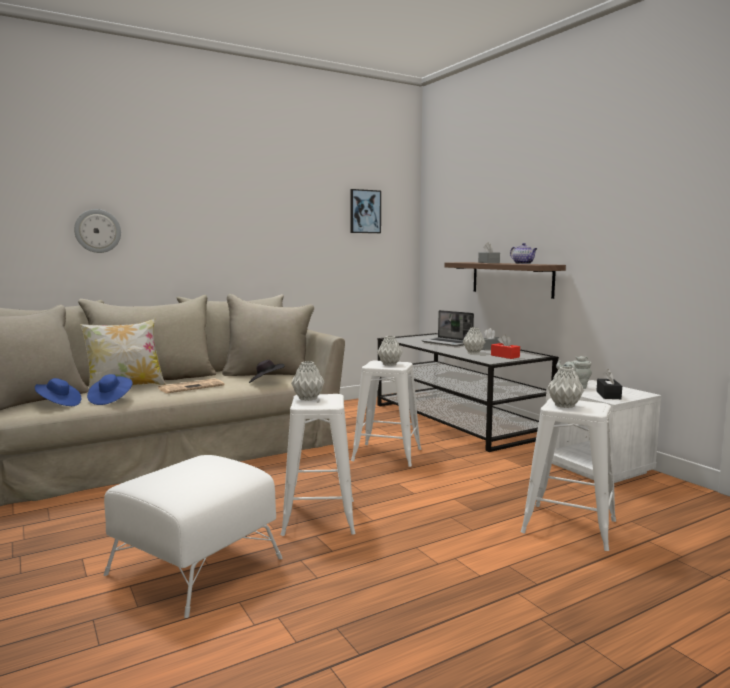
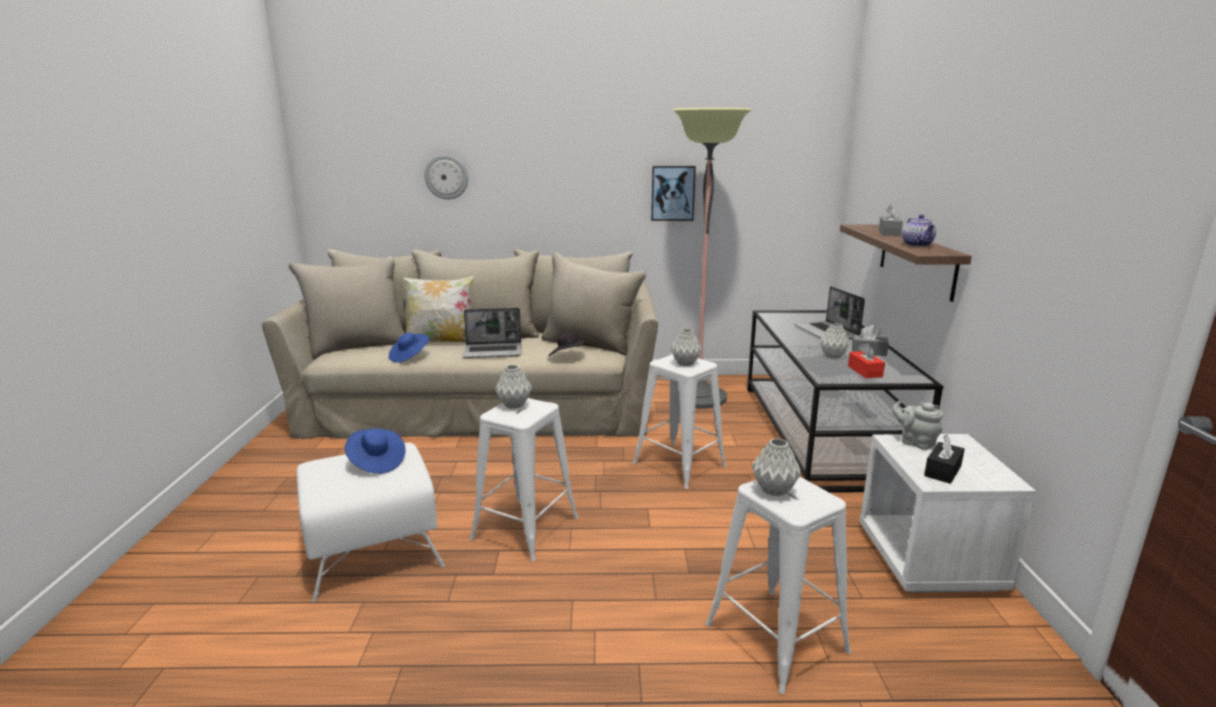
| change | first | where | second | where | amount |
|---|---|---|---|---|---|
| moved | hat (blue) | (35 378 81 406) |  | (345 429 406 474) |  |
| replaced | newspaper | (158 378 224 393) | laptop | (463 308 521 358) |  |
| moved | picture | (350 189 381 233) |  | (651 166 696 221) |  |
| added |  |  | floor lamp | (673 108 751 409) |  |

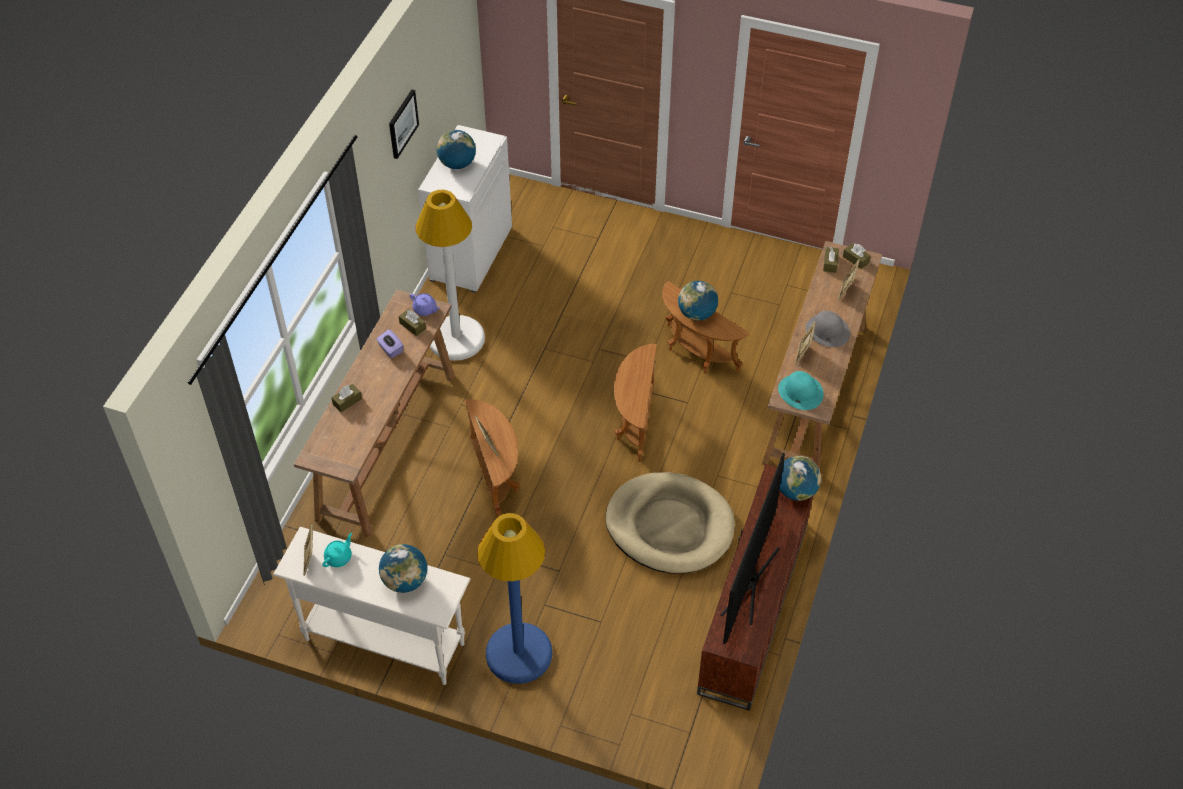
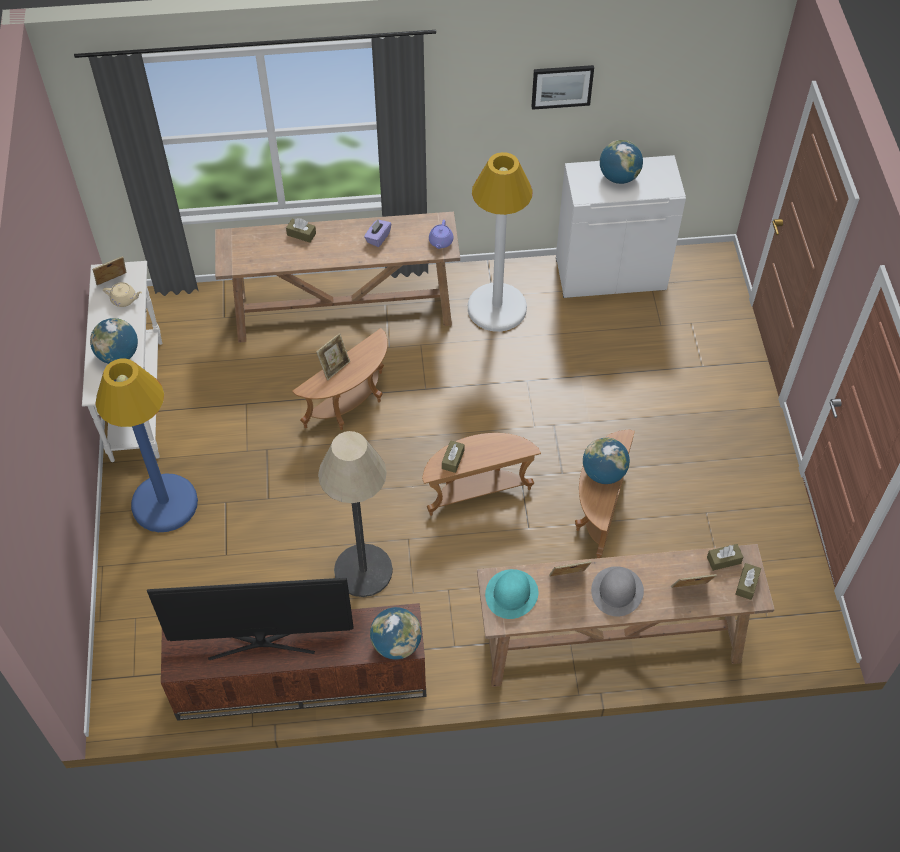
| change | first | where | second | where | amount |
|---|---|---|---|---|---|
| recoloured | teapot (turquoise) | (322 533 352 567) | teapot (beige) | (103 282 142 307) |  |
| replaced | dog bed (beige) | (605 472 735 574) | floor lamp | (318 431 393 597) |  |
| moved | tissue box (brown) | (399 309 426 336) |  | (442 440 464 473) |  |

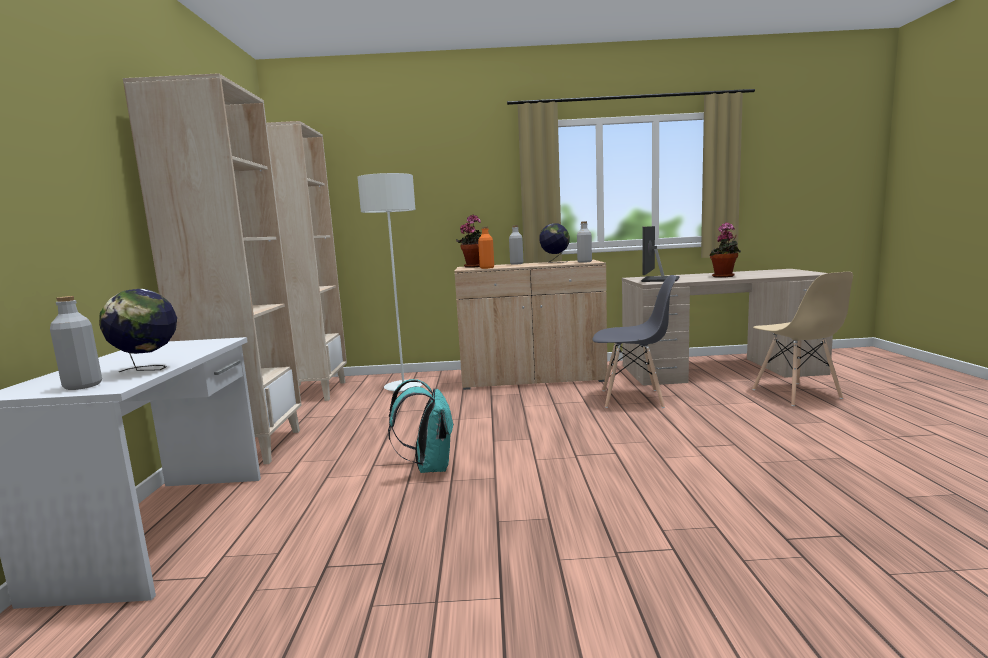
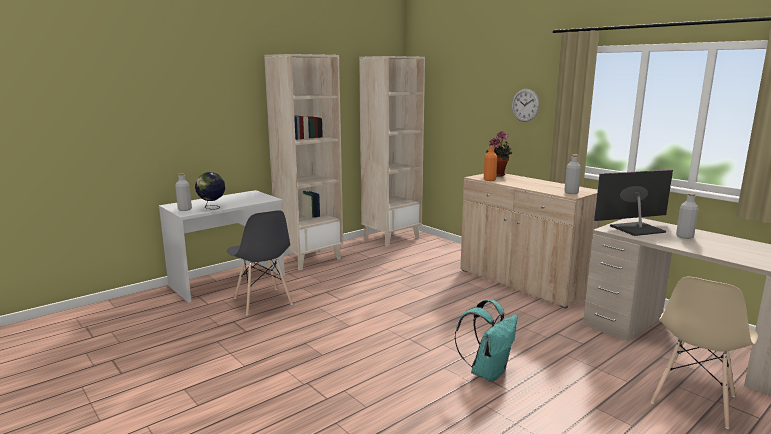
| change | first | where | second | where | amount |
|---|---|---|---|---|---|
| moved | chair (grey) | (592 275 676 408) |  | (227 210 293 315) |  |
| moved | backpack (turquoise) | (388 379 454 473) |  | (455 299 517 382) |  |
| added |  |  | wall clock | (512 89 540 122) |  |
| moved | bottle (grey) | (509 225 523 265) |  | (676 193 698 239) |  |
| removed | floor lamp (white) | (357 173 423 392) |  |  |  |
| removed | globe | (539 223 570 263) |  |  |  |
| removed | potted plant | (709 222 741 278) |  |  |  |

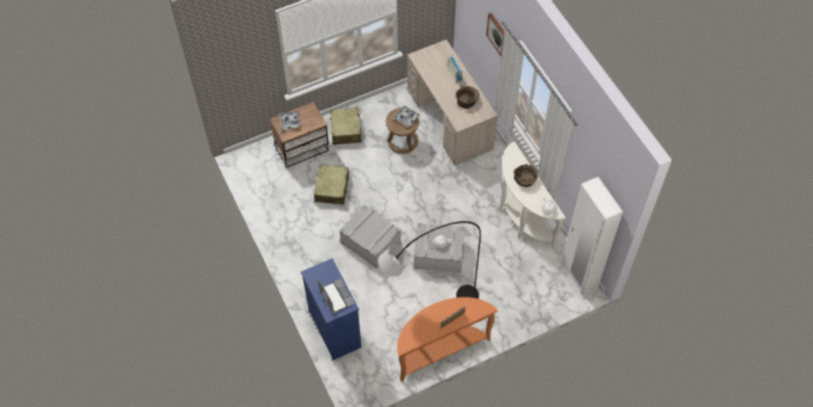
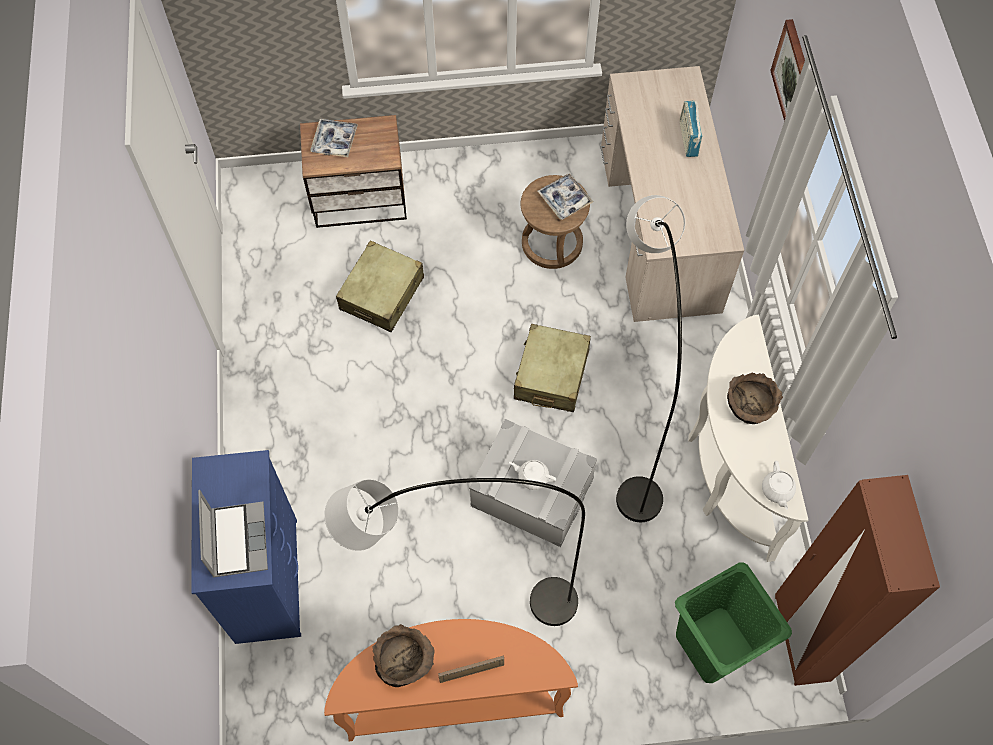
| change | first | where | second | where | amount |
|---|---|---|---|---|---|
| moved | bowl (brown) | (455 86 480 109) |  | (373 624 435 687) |  |
| moved | suitcase (beige) | (330 107 362 145) |  | (514 324 591 412) |  |
| added |  |  | floor lamp (grey) | (616 195 685 522) |  |
| added |  |  | laundry basket (green) | (675 562 792 683) |  |
| recoloured | wardrobe (white) | (561 177 623 295) | wardrobe (brown) | (775 475 940 686) |  |
| removed | storage box (grey) | (339 205 401 268) |  |  |  |

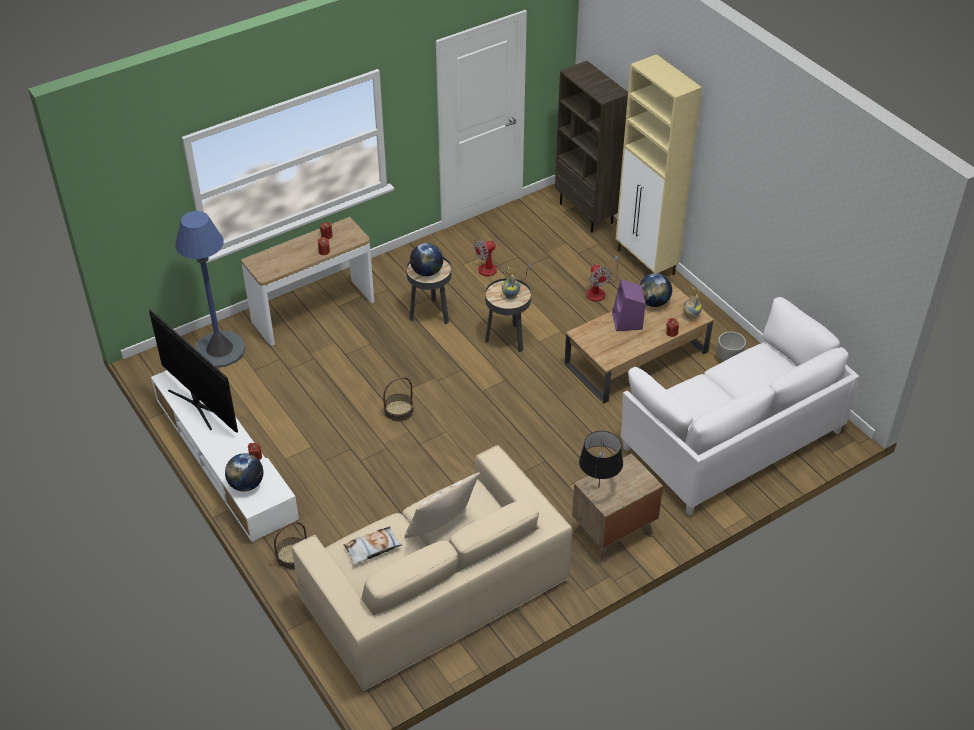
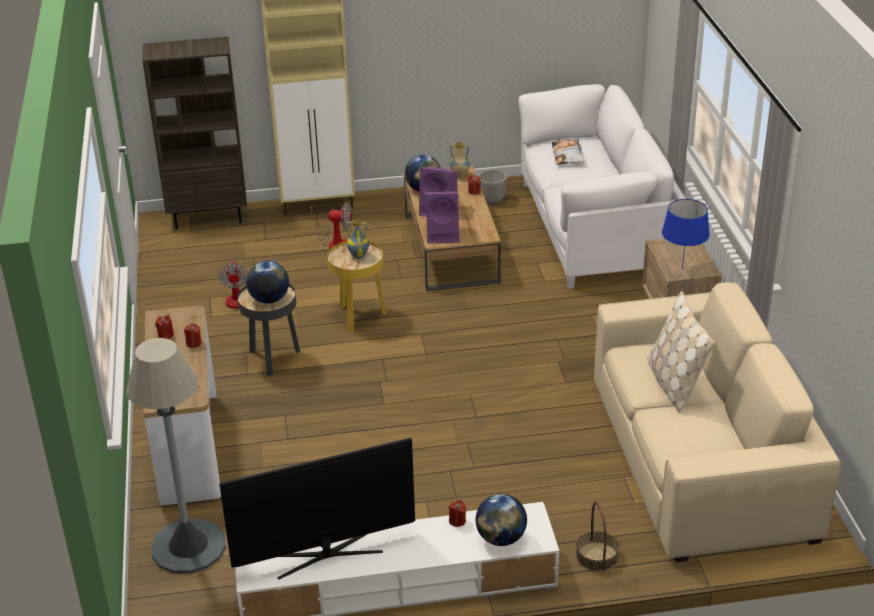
| change | first | where | second | where | amount |
|---|---|---|---|---|---|
| recoloured | floor lamp (blue) | (175 211 246 368) | floor lamp (grey) | (126 338 226 574) |  |
| recoloured | side table (black) | (485 278 531 352) | side table (yellow) | (327 241 386 332) |  |
| added |  |  | speaker (purple) | (426 191 459 243) |  |
| moved | pillow | (343 526 402 565) |  | (552 138 584 165) |  |
| recoloured | table lamp (black) | (579 431 623 484) | table lamp (blue) | (662 199 710 270) |  |
| removed | basket | (383 377 414 422) |  |  |  |

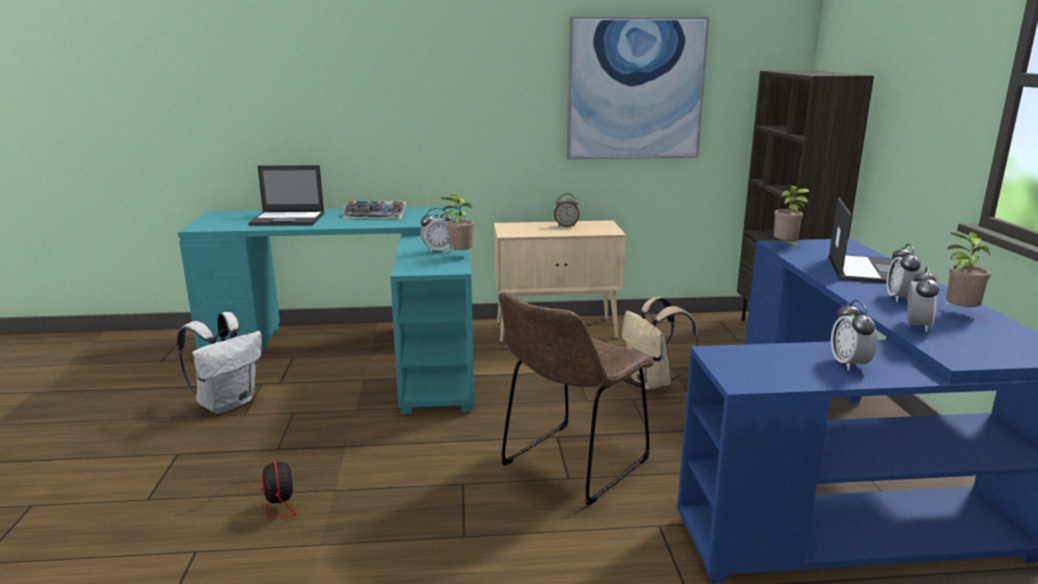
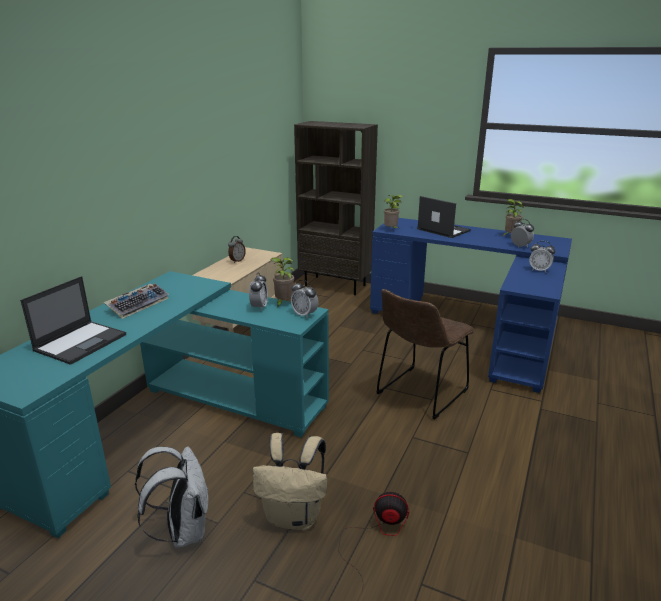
| change | first | where | second | where | amount |
|---|---|---|---|---|---|
| moved | backpack (beige) | (622 297 698 390) |  | (253 433 328 530) |  |
| moved | alarm clock | (886 244 923 302) |  | (291 280 319 319) |  |
| turned | chair (brown) | (498 292 654 506) |  | (376 289 475 419) | 60 degrees clockwise |
| removed | picture | (567 16 710 160) |  |  |  |

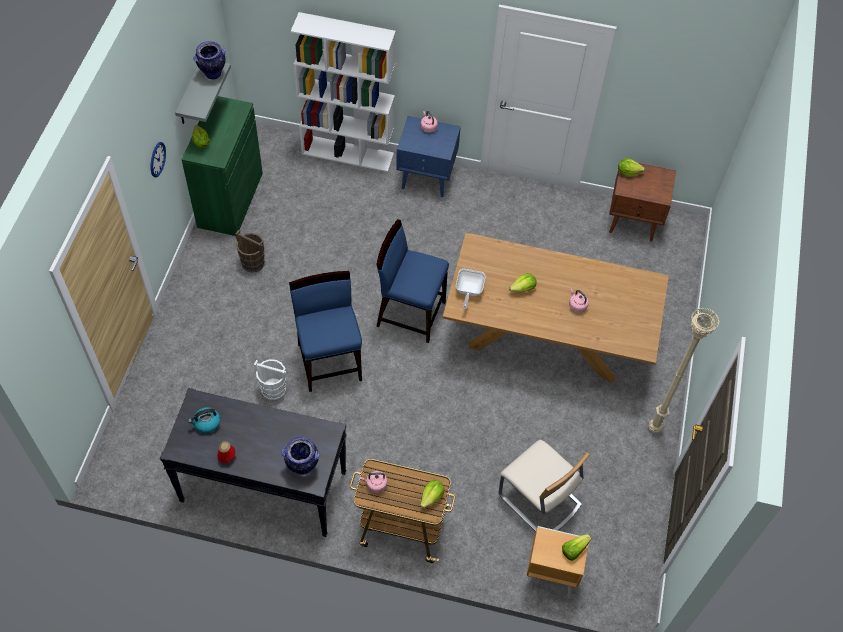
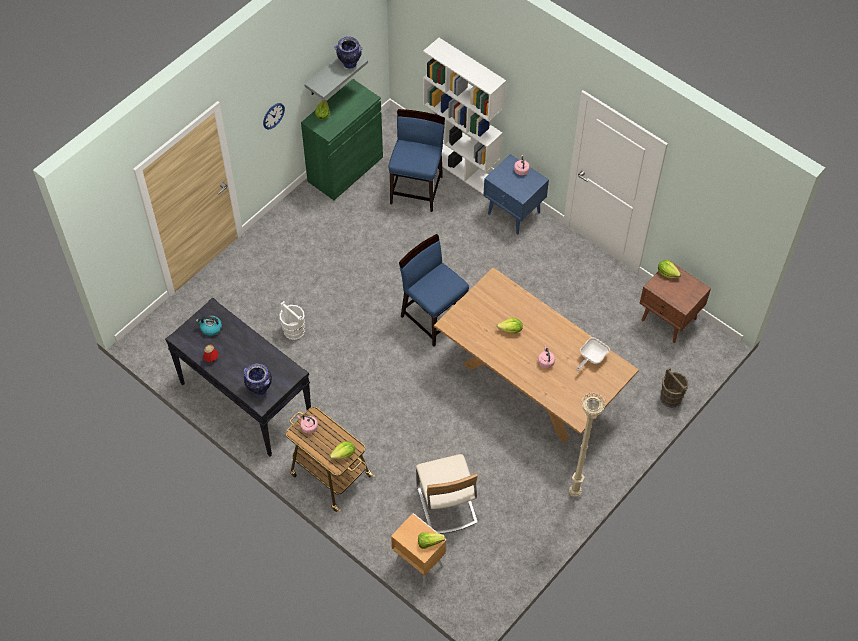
| change | first | where | second | where | amount |
|---|---|---|---|---|---|
| moved | chair (blue) | (289 271 362 392) |  | (388 109 445 212) |  |
| moved | frying pan | (456 269 485 310) |  | (576 337 610 371) |  |
| moved | bucket (brown) | (235 230 265 273) |  | (660 368 688 408) |  |

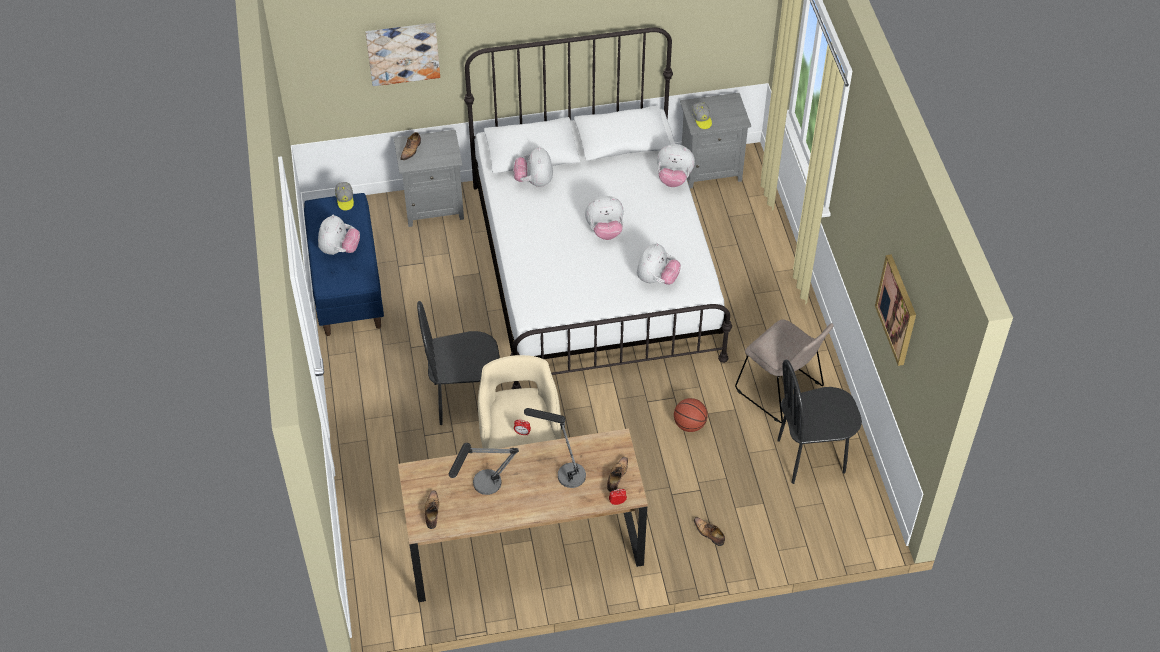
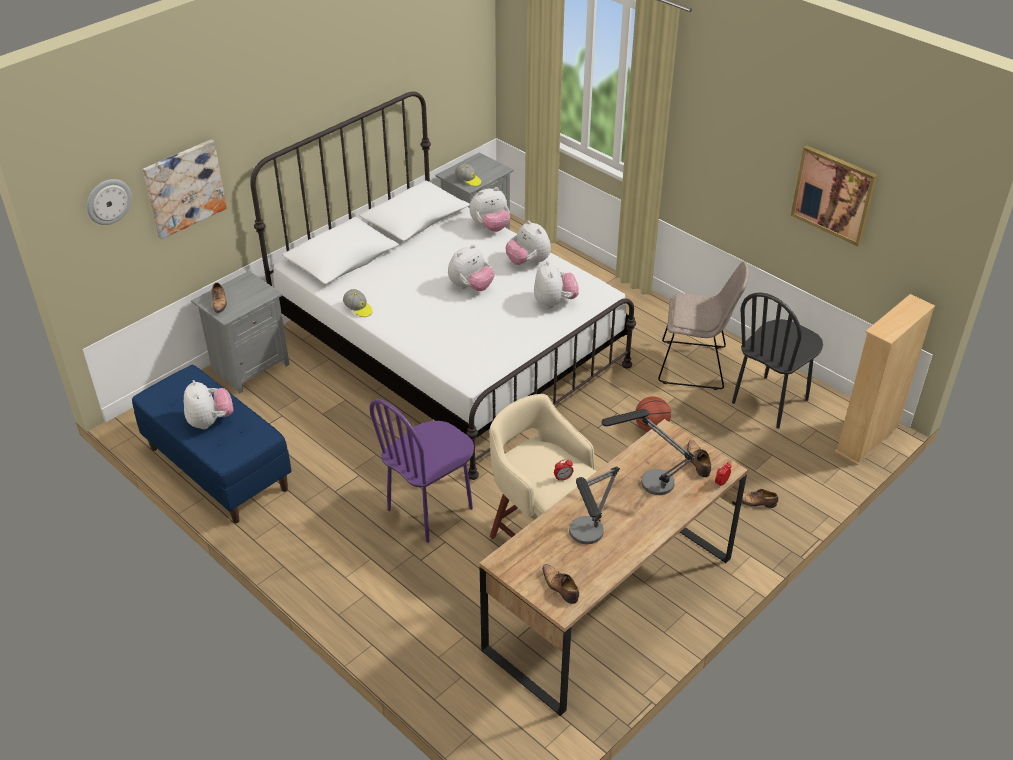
| change | first | where | second | where | amount |
|---|---|---|---|---|---|
| added |  |  | wall clock | (87 179 132 225) |  |
| moved | cap | (335 182 354 211) |  | (343 289 372 317) |  |
| recoloured | chair (black) | (417 301 500 425) | chair (purple) | (369 399 474 543) |  |
| moved | plush toy | (514 147 553 187) |  | (506 220 551 265) |  |
| added |  |  | bookcase (beige) | (835 294 935 465) |  |

